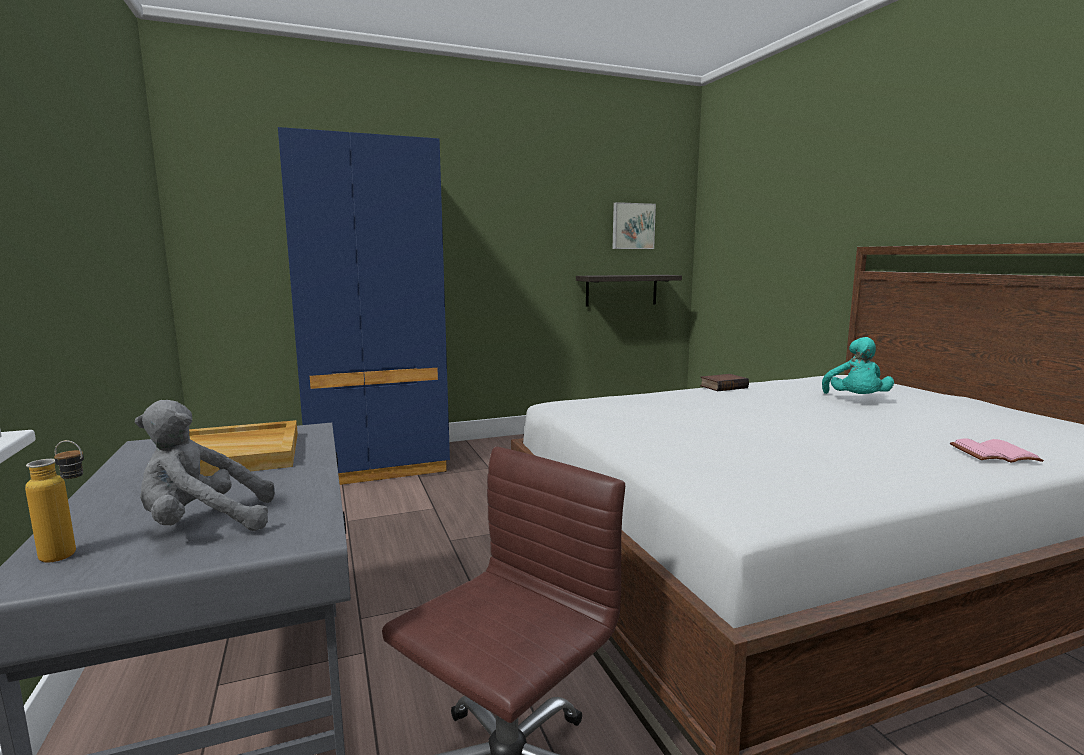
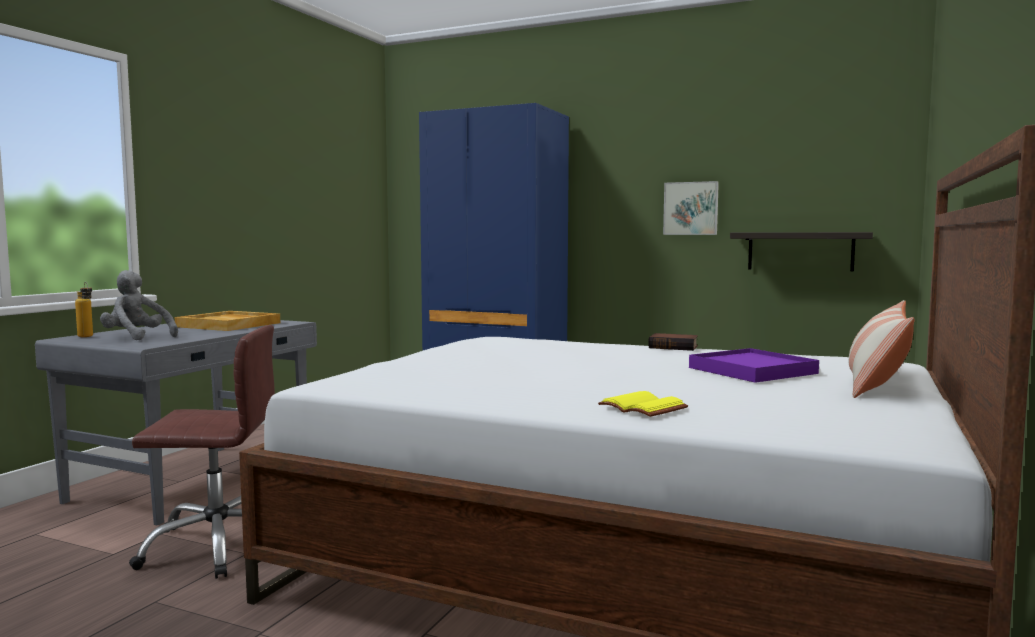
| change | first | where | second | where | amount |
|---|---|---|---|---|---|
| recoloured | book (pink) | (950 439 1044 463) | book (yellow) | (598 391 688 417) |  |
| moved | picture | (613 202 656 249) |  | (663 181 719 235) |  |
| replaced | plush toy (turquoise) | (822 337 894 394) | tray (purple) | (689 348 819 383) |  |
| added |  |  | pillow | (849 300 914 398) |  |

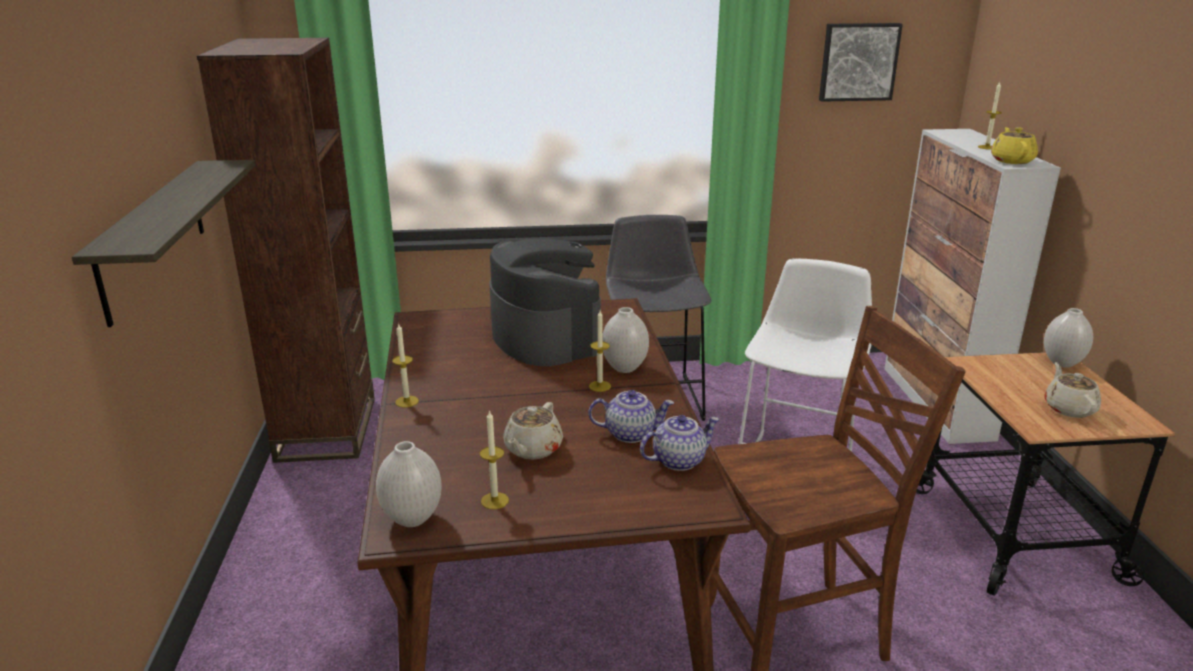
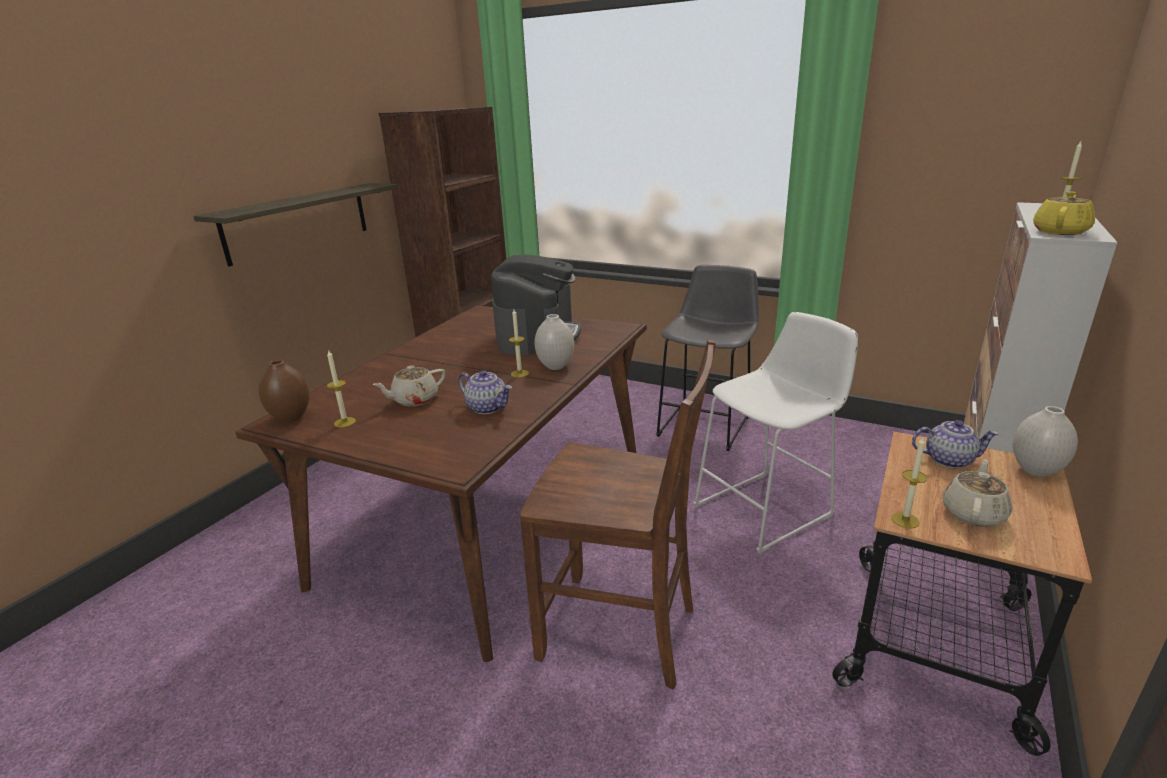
| change | first | where | second | where | amount |
|---|---|---|---|---|---|
| recoloured | vase (white) | (376 441 442 527) | vase (brown) | (259 360 310 423) |  |
| moved | candle | (392 324 419 408) |  | (891 437 927 528) |  |
| moved | teapot | (640 415 720 471) |  | (912 420 999 468) |  |
| removed | picture | (819 23 903 102) |  |  |  |

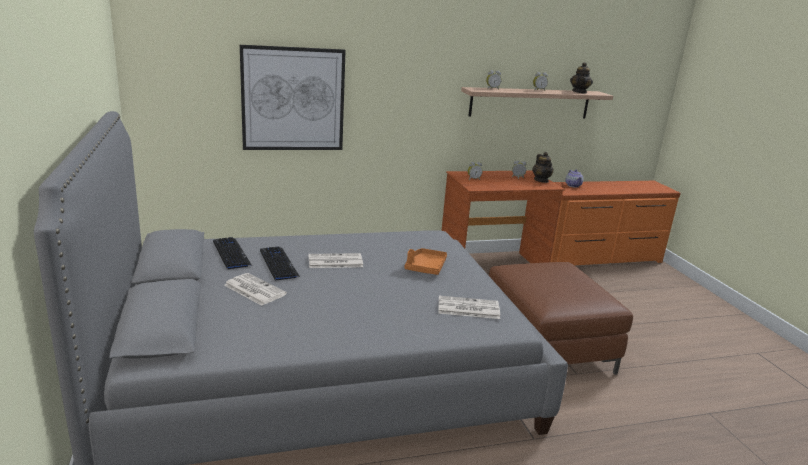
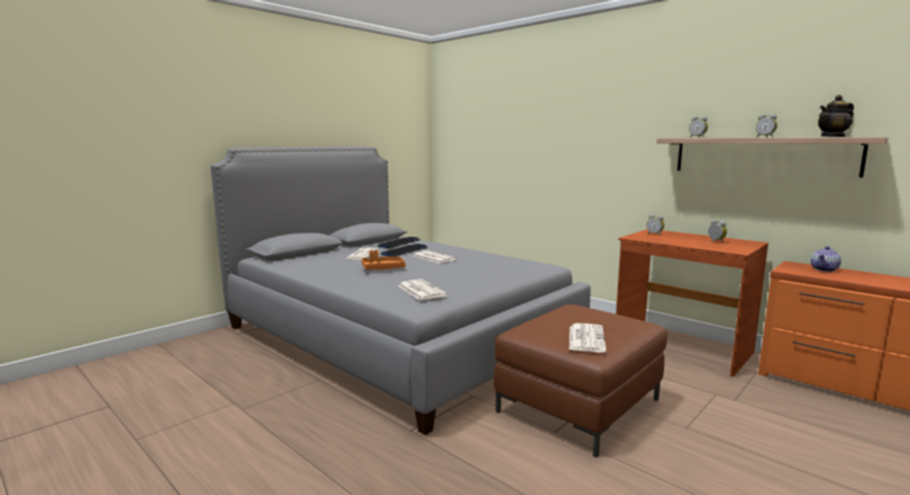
| change | first | where | second | where | amount |
|---|---|---|---|---|---|
| moved | tray (orange) | (405 248 447 275) |  | (361 250 406 270) |  |
| added |  |  | newspaper | (569 323 606 352) |  |
| removed | picture | (240 45 346 150) |  |  |  |
| removed | teapot | (532 152 554 183) |  |  |  |

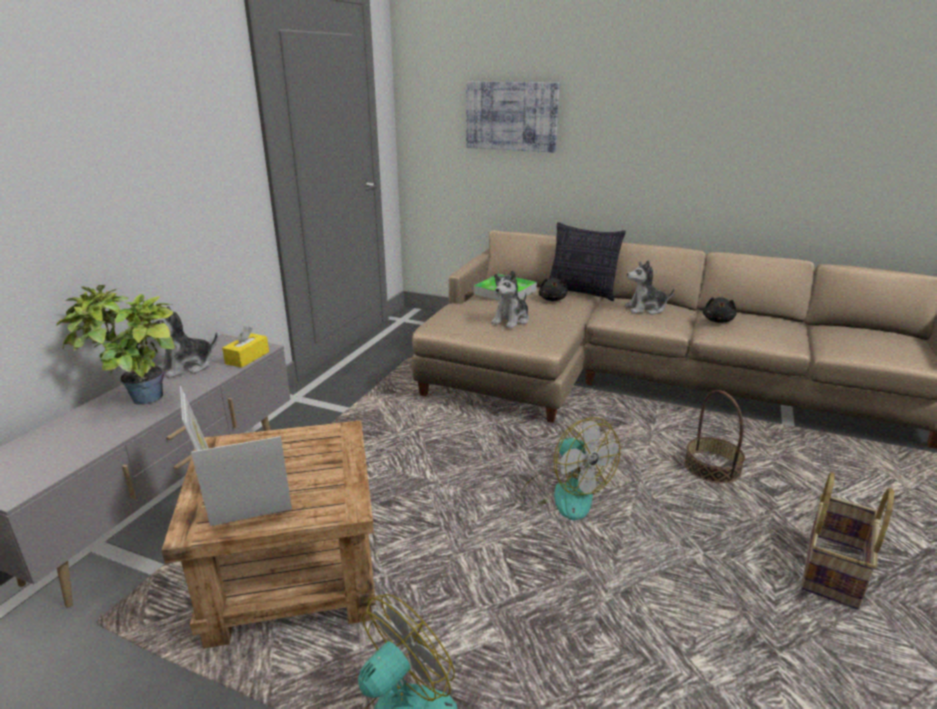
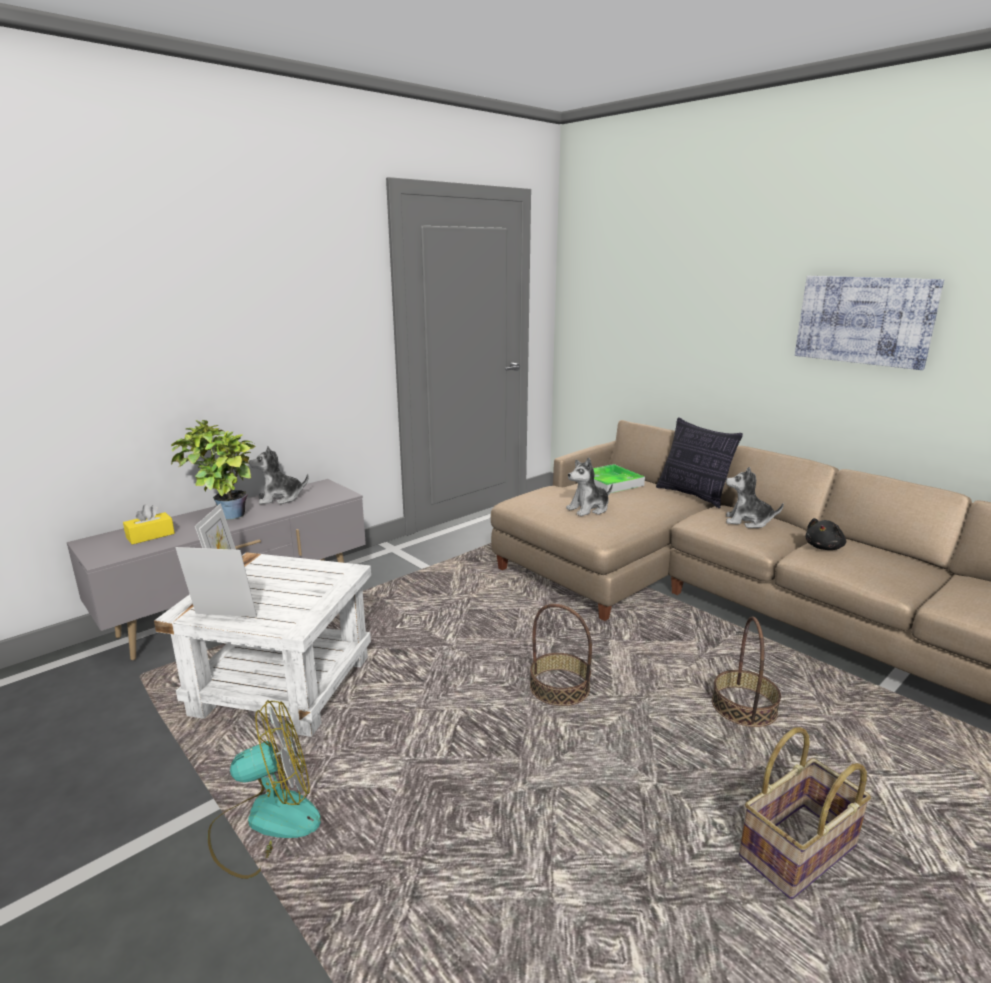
| change | first | where | second | where | amount |
|---|---|---|---|---|---|
| moved | tissue box (yellow) | (222 326 269 368) |  | (123 504 175 545) |  |
| recoloured | side table (brown) | (161 420 376 649) | side table (white) | (154 552 371 737) |  |
| replaced | fan | (521 417 620 520) | basket | (530 604 592 706) |  |
| moved | picture | (466 81 559 152) |  | (795 276 944 370) |  |
| removed | plush toy (black) | (538 278 568 301) |  |  |  |

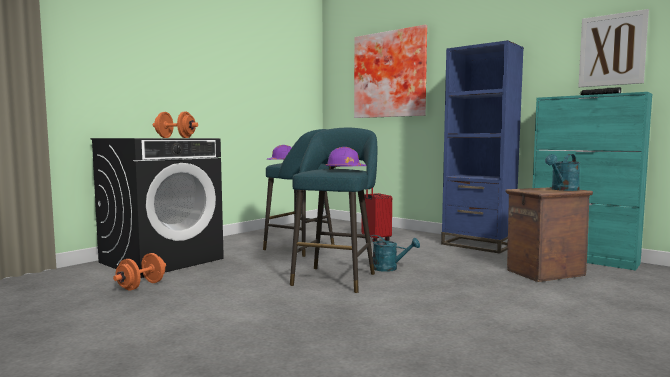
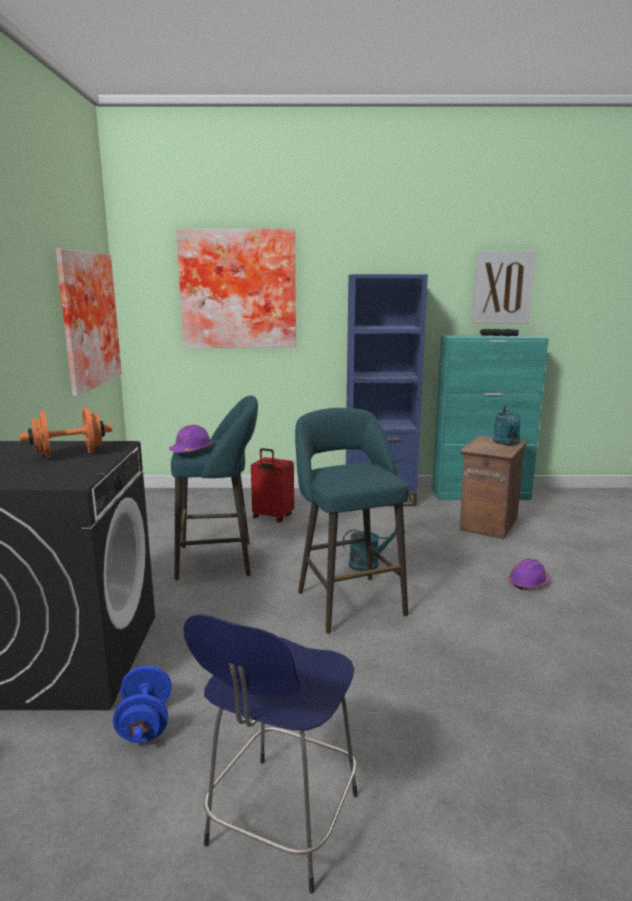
| change | first | where | second | where | amount |
|---|---|---|---|---|---|
| added |  |  | picture | (56 249 122 396) |  |
| recoloured | dumbbell (orange) | (113 253 166 291) | dumbbell (blue) | (113 666 172 743) |  |
| added |  |  | stool (blue) | (183 614 358 894) |  |
| moved | hard hat (purple) | (325 147 366 170) |  | (508 558 551 590) |  |

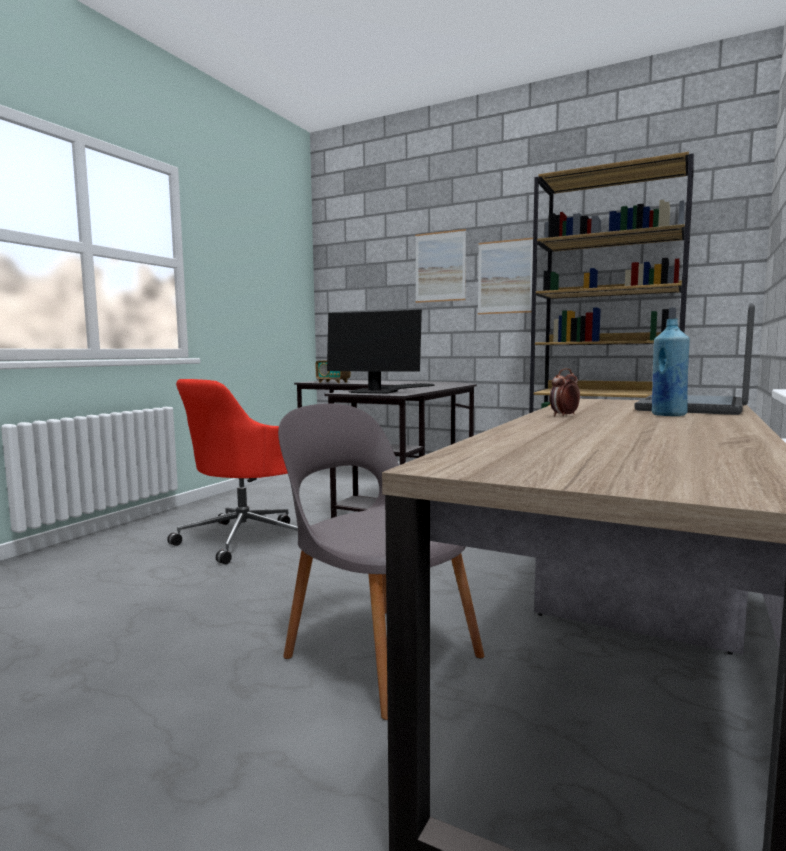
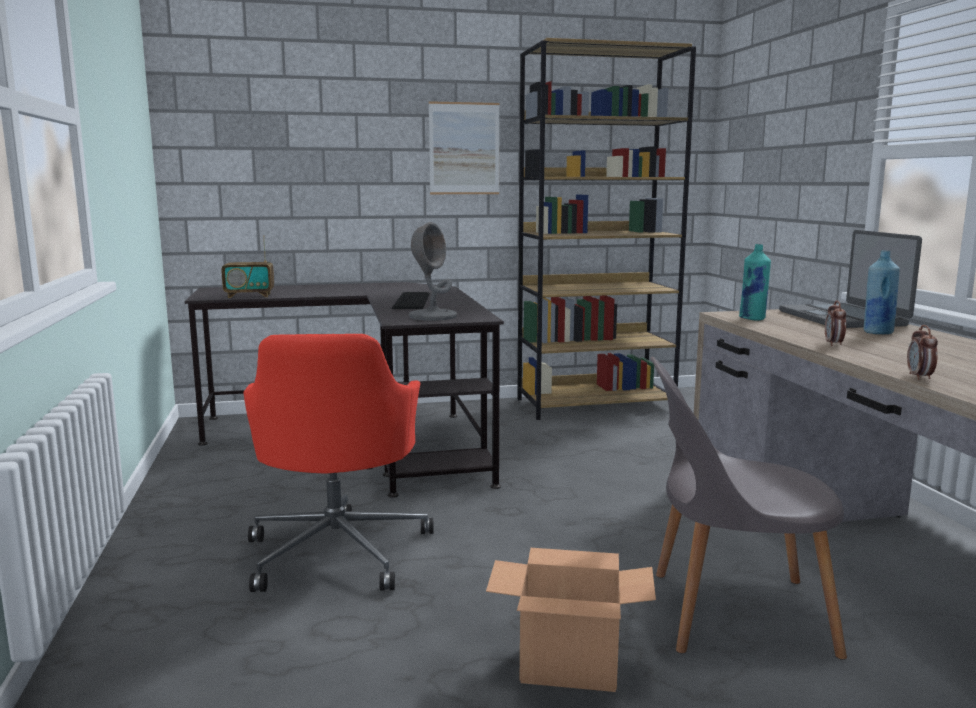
| change | first | where | second | where | amount |
|---|---|---|---|---|---|
| replaced | monitor | (327 309 422 394) | table lamp (grey) | (409 222 457 321) |  |
| added |  |  | cardboard box | (486 548 656 692) |  |
| added |  |  | bottle (turquoise) | (739 244 771 321) |  |
| added |  |  | alarm clock | (907 325 938 380) |  |
| removed | picture | (415 229 466 303) |  |  |  |

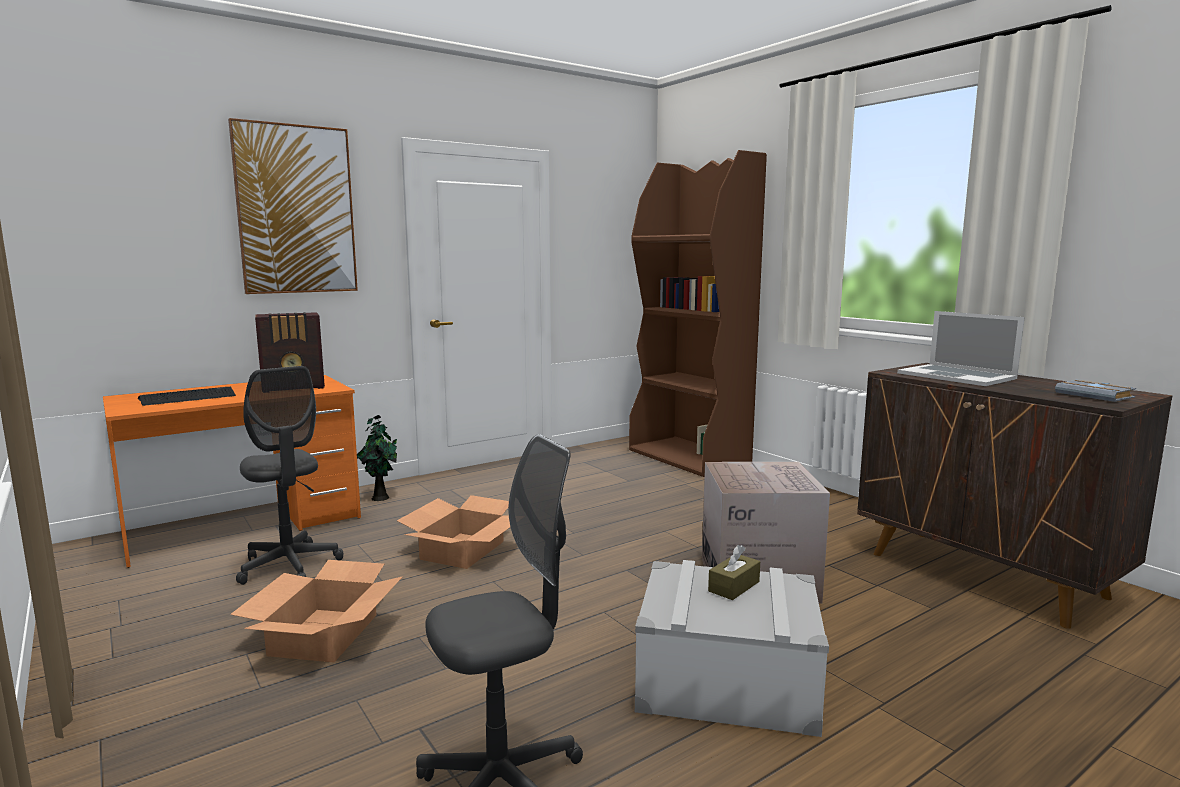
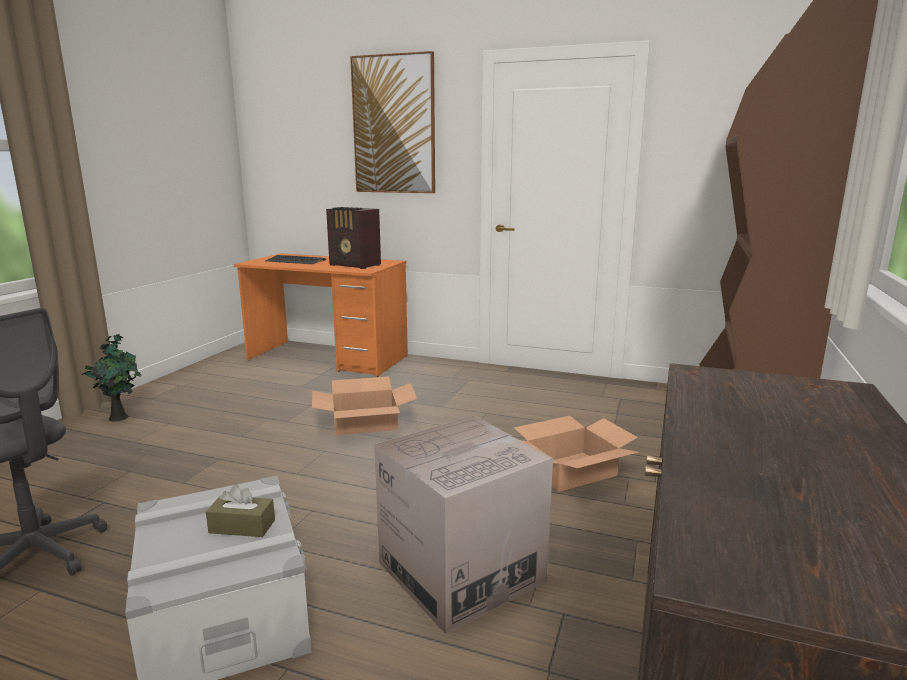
| change | first | where | second | where | amount |
|---|---|---|---|---|---|
| moved | potted plant | (357 415 397 501) |  | (81 334 142 422) |  |
| moved | cardboard box | (230 560 403 663) |  | (514 416 638 492) |  |
| removed | office chair (grey) | (236 366 344 585) |  |  |  |
| removed | laptop | (897 311 1025 386) |  |  |  |
| removed | book (grey) | (1055 380 1136 402) |  |  |  |

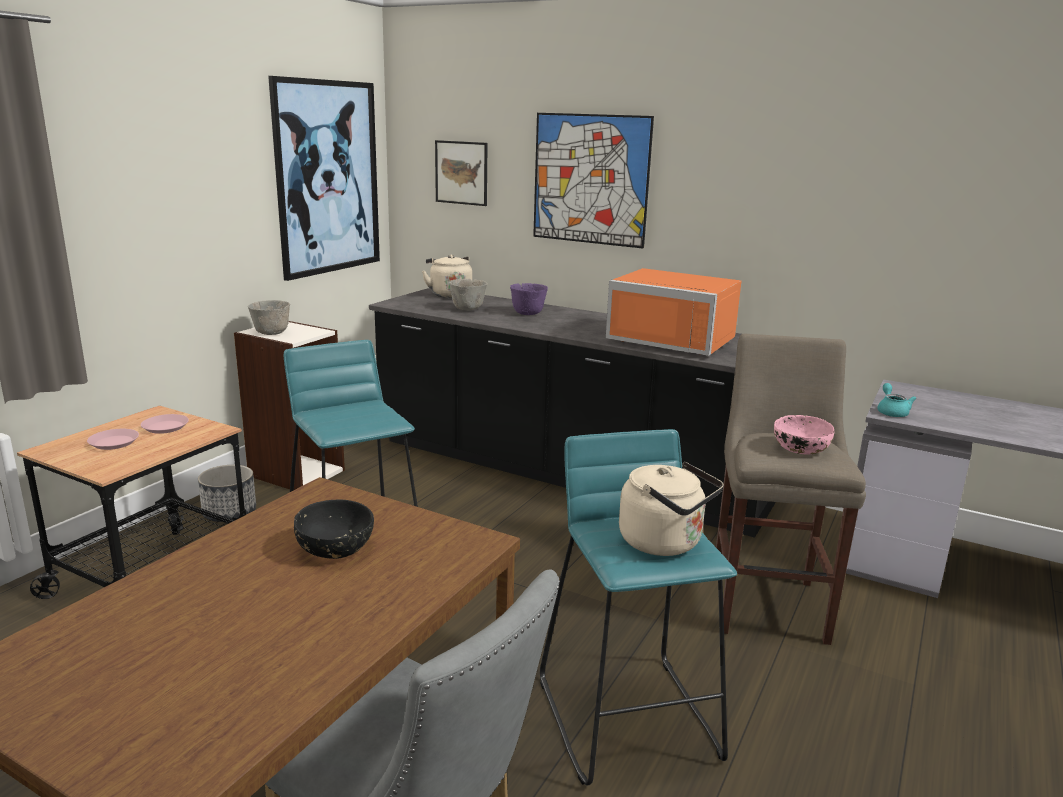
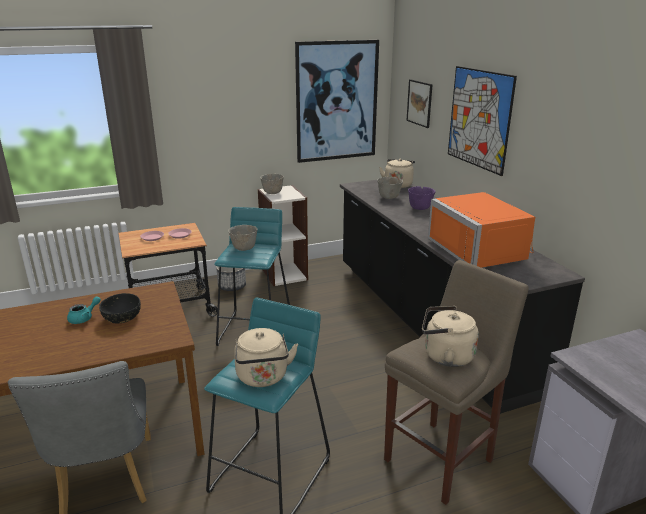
| change | first | where | second | where | amount |
|---|---|---|---|---|---|
| moved | teapot (turquoise) | (877 383 916 417) |  | (67 296 101 324) |  |
| added |  |  | bowl (grey) | (228 225 258 251) |  |
| replaced | bowl (pink) | (774 415 834 455) | kettle (beige) | (422 306 479 367) |  |

